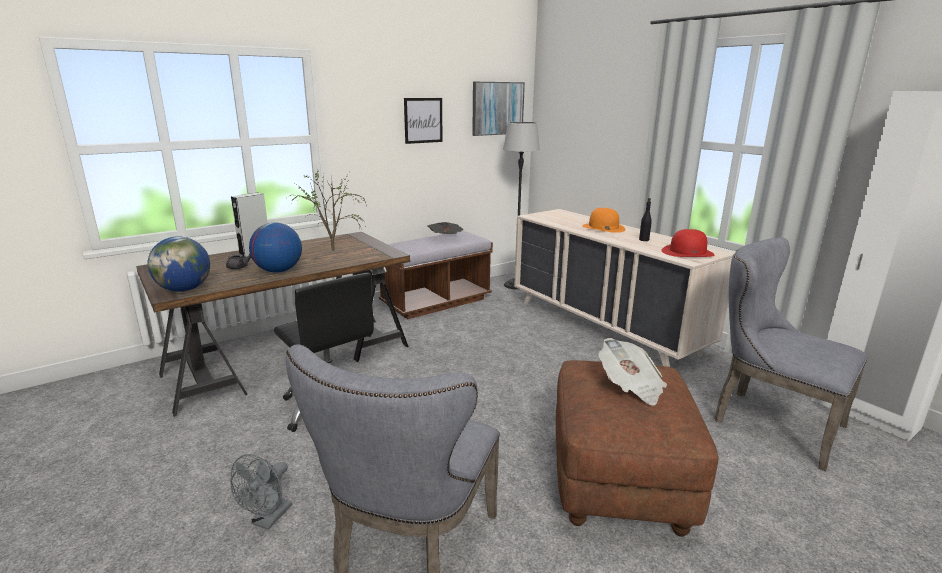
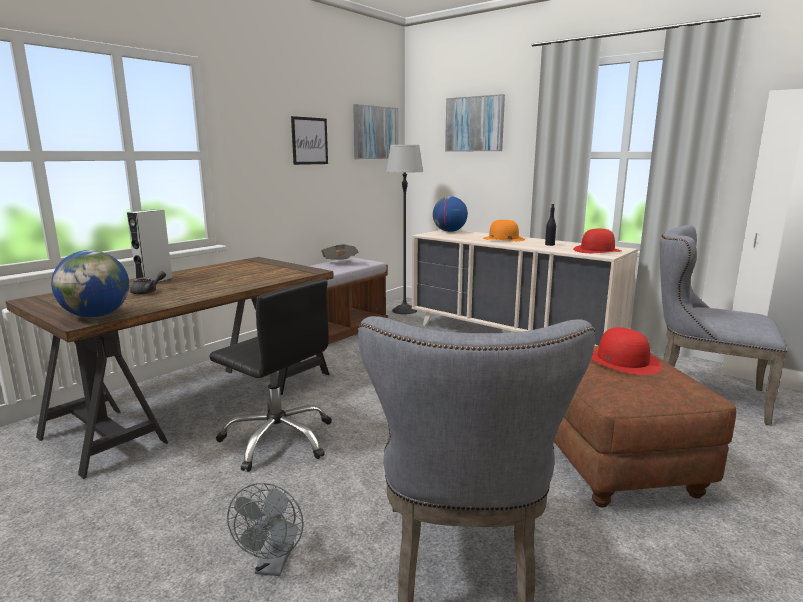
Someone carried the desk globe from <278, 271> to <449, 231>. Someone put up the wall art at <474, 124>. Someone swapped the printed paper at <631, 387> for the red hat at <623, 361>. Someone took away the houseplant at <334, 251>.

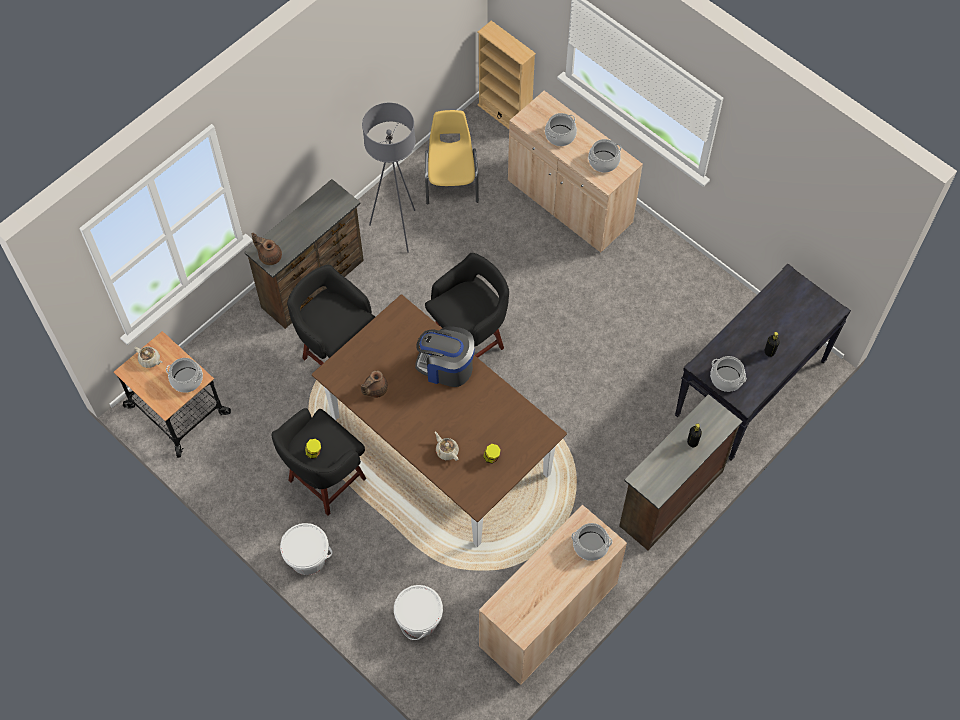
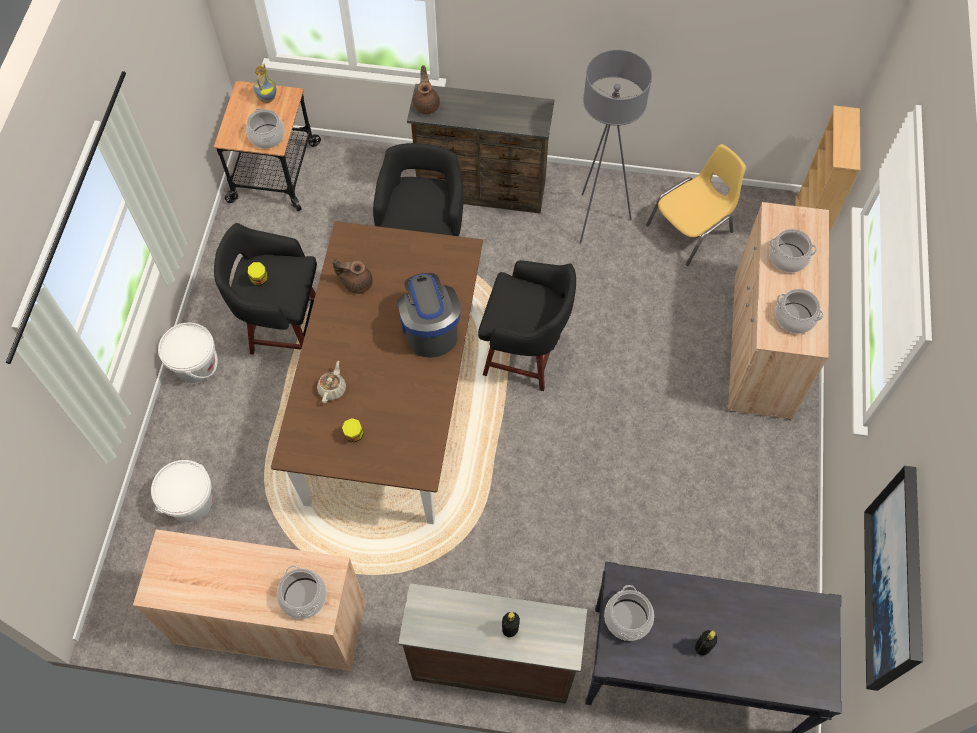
Someone swapped the sand-coloured teapot at <150, 360> for the decorative vase at <267, 98>. Someone put up the wall art at <896, 580>.

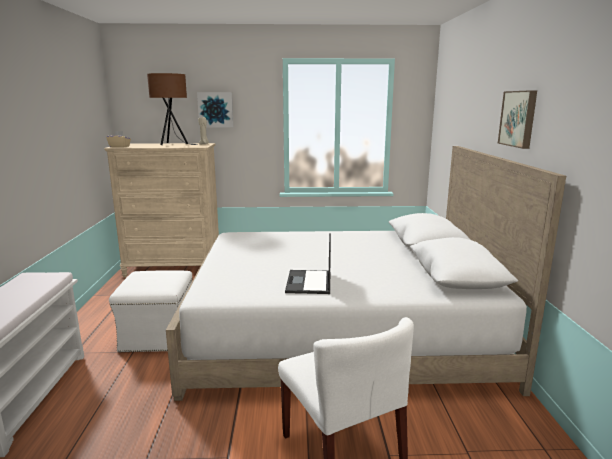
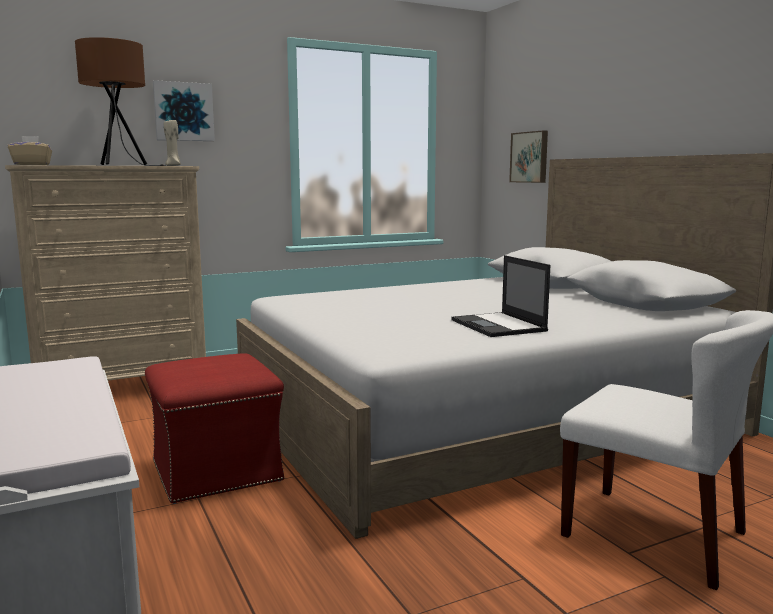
Someone repainted the white ottoman at <158, 336>, which became the red ottoman at <217, 471>. Someone carried the wall art from <519, 118> to <530, 157>.

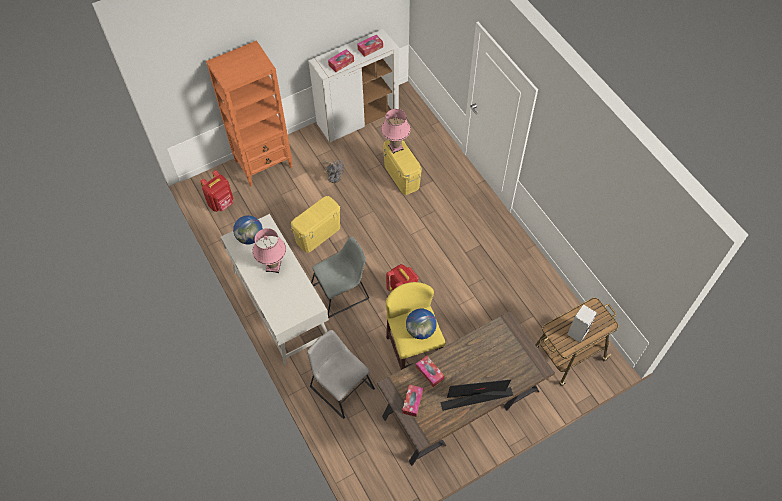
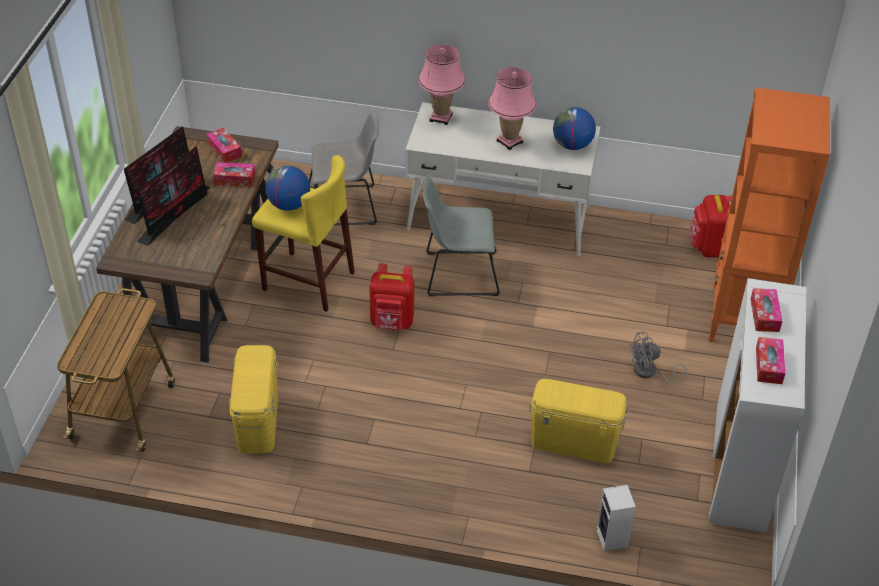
Someone put down the monitor at <175, 213>. Someone carried the yellow-coloured storage container from <318, 234> to <257, 421>. Someone carried the pink-coloured table lamp from <396, 147> to <440, 118>. Someone rotated the gray upright chair at <342, 291> by 75 degrees clockwise. Someone carried the speaker from <578, 331> to <613, 539>.

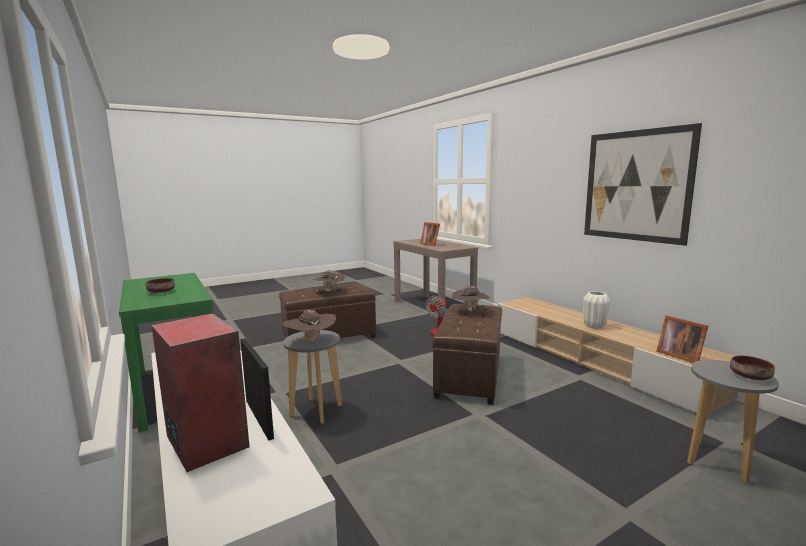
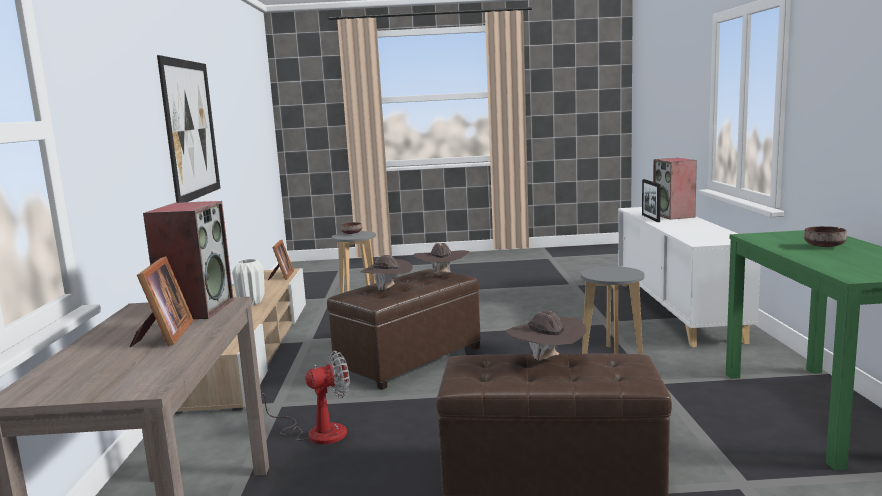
Someone put down the speaker at <196, 309>. Someone carried the brown hat from <311, 341> to <442, 275>.

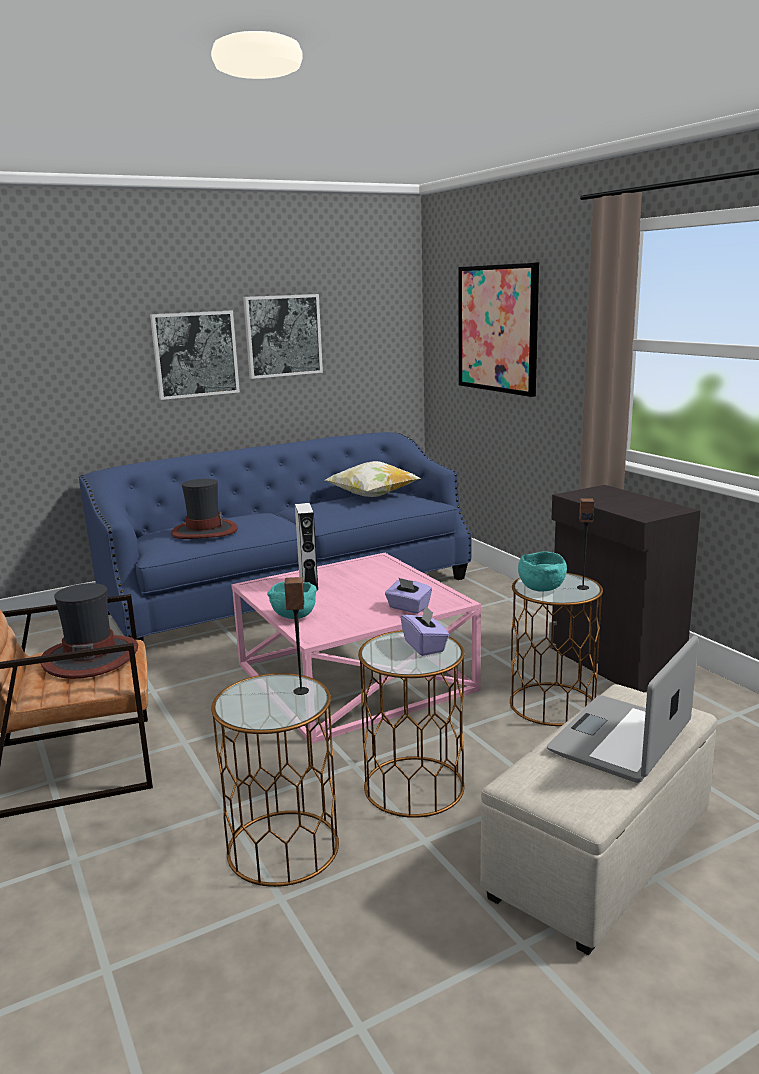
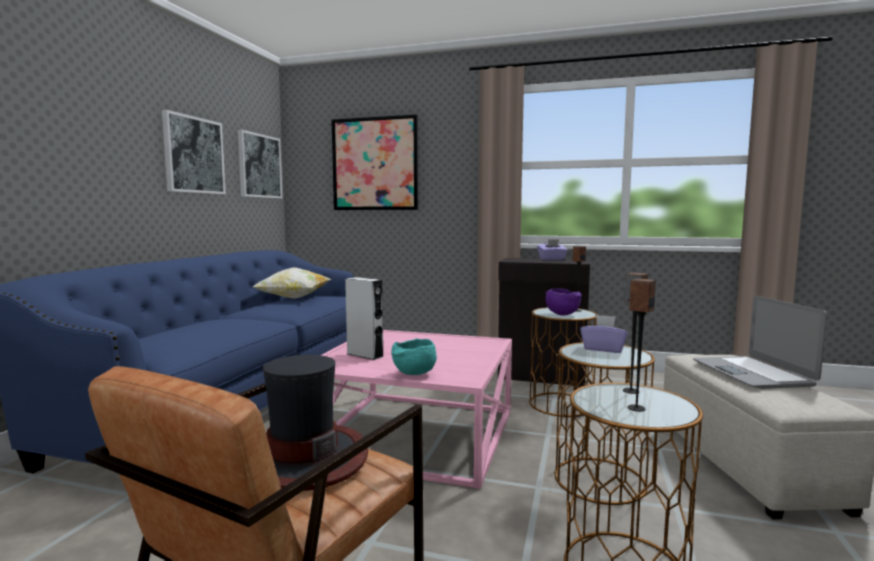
Someone carried the wall art from <195, 354> to <259, 166>. Someone carried the purplish tissue box from <408, 608> to <552, 259>. Someone repainted the turquoise deep dish at <541, 588>, which became the purplish deep dish at <561, 314>. Someone put down the speaker at <636, 408>. Someone took away the hat at <204, 531>.

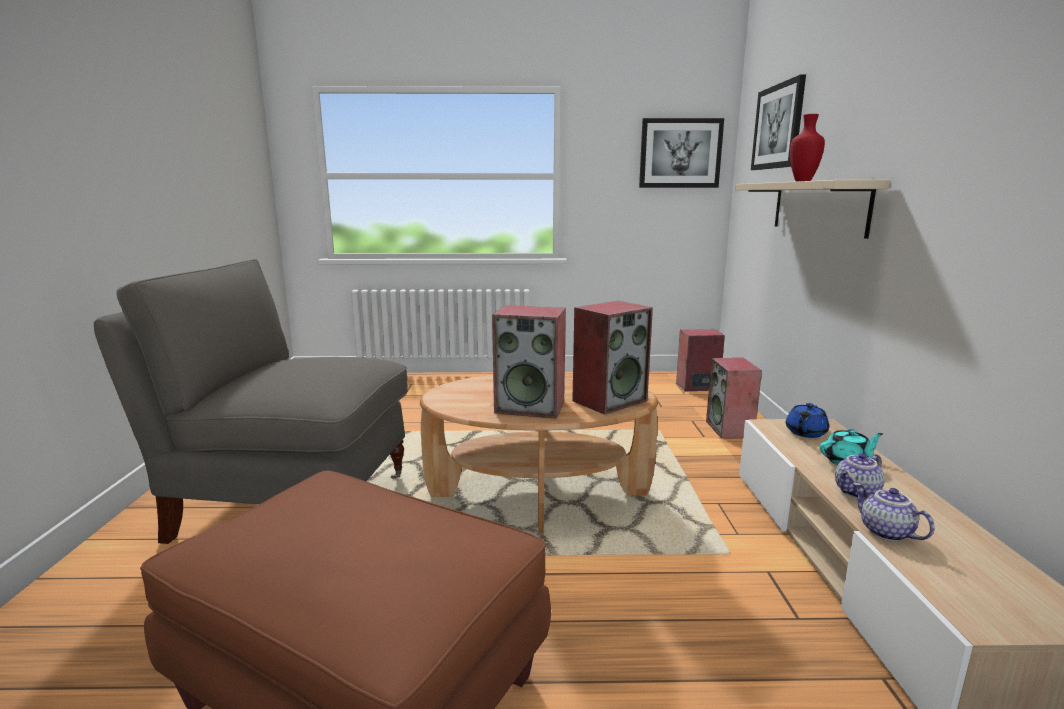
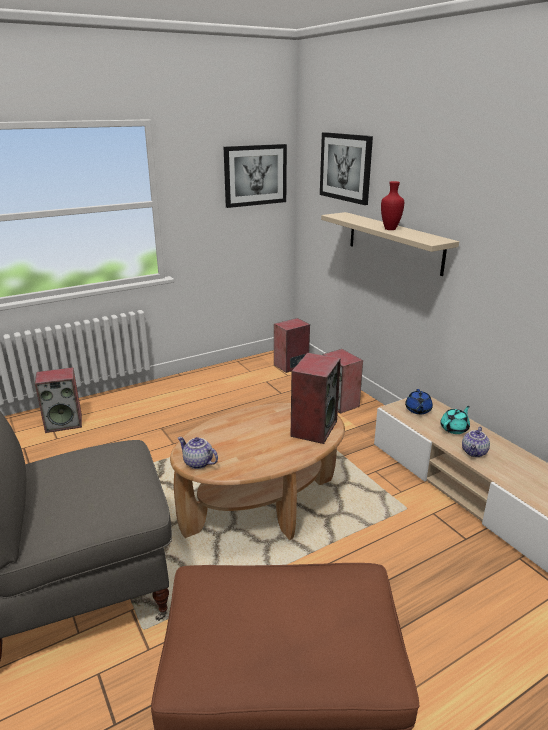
Someone carried the speaker from <531, 407> to <64, 423>. Someone carried the teapot from <884, 532> to <197, 463>.

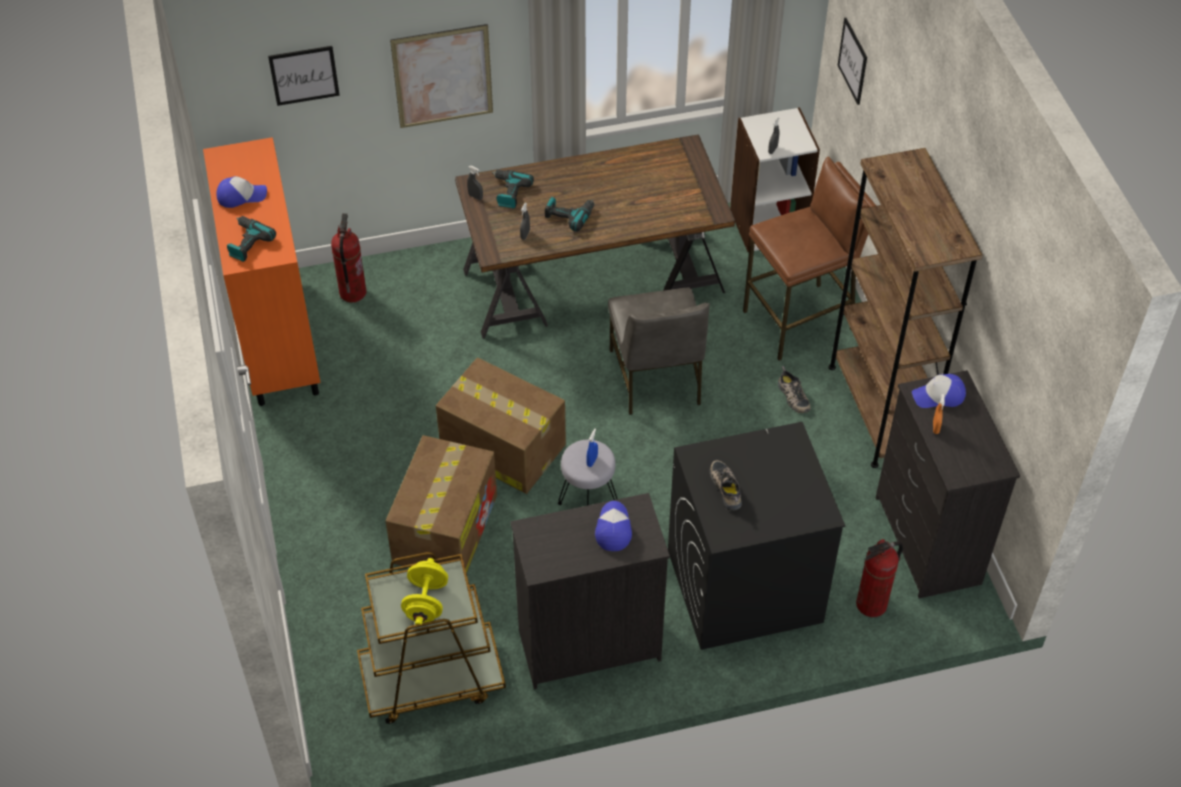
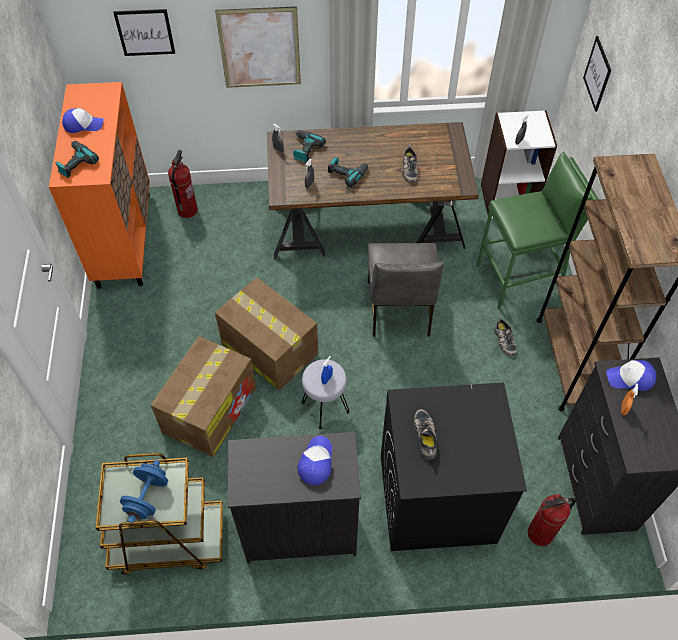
Someone repainted the yellow-coloured free weight at <426, 602>, which became the blue-coloured free weight at <147, 497>. Someone put down the shoe at <409, 169>. Someone repainted the brown sitting stool at <799, 321>, which became the greenish sitting stool at <519, 279>.

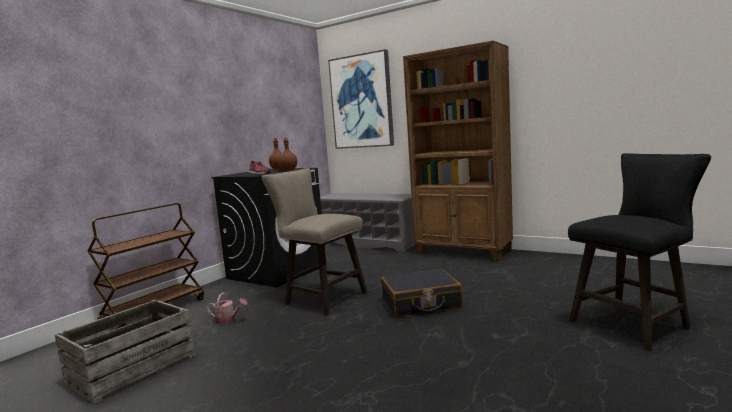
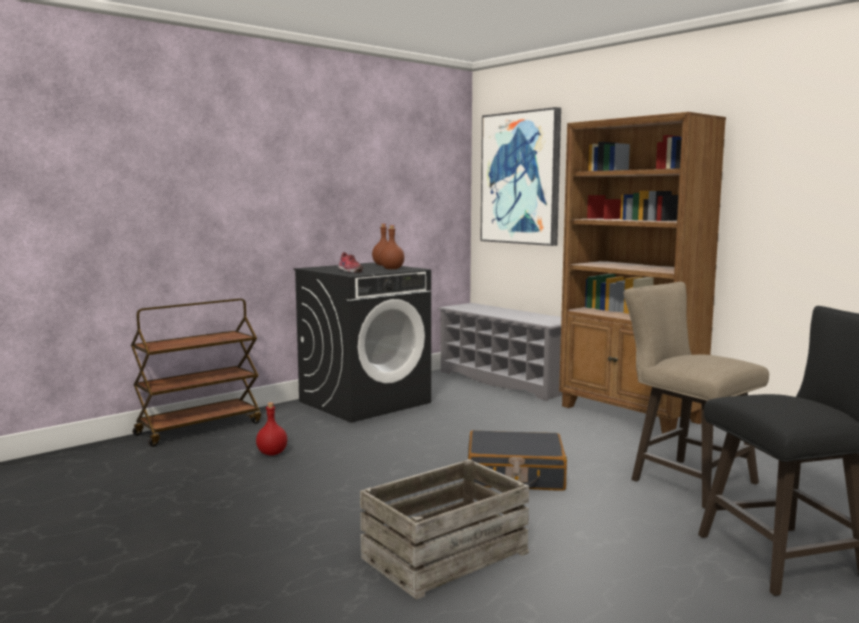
Someone swapped the watering pot at <228, 320> for the red beverage bottle at <272, 453>. Someone carried the crate from <132, 368> to <444, 554>. Someone carried the sand-coloured sitting stool from <321, 298> to <685, 479>.

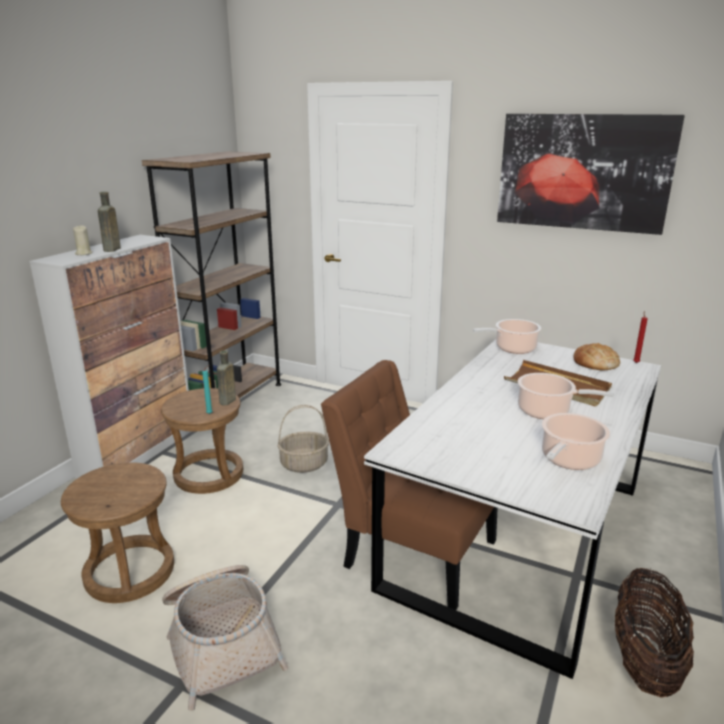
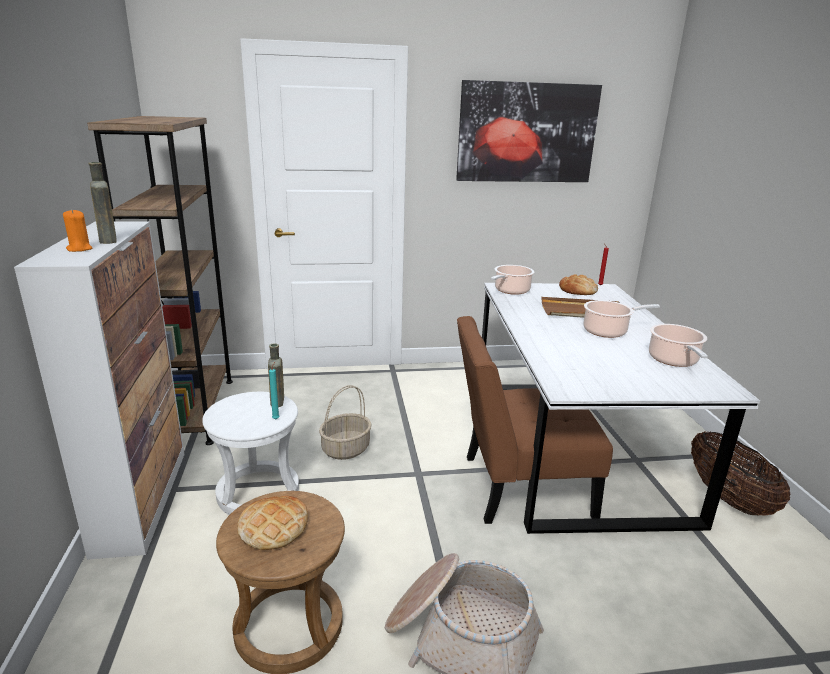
Someone repainted the sand-coloured wax light at <83, 253>, which became the orange wax light at <79, 249>. Someone repainted the brown sitting stool at <208, 474>, which became the white sitting stool at <257, 493>. Someone put down the baked bread at <273, 527>.

